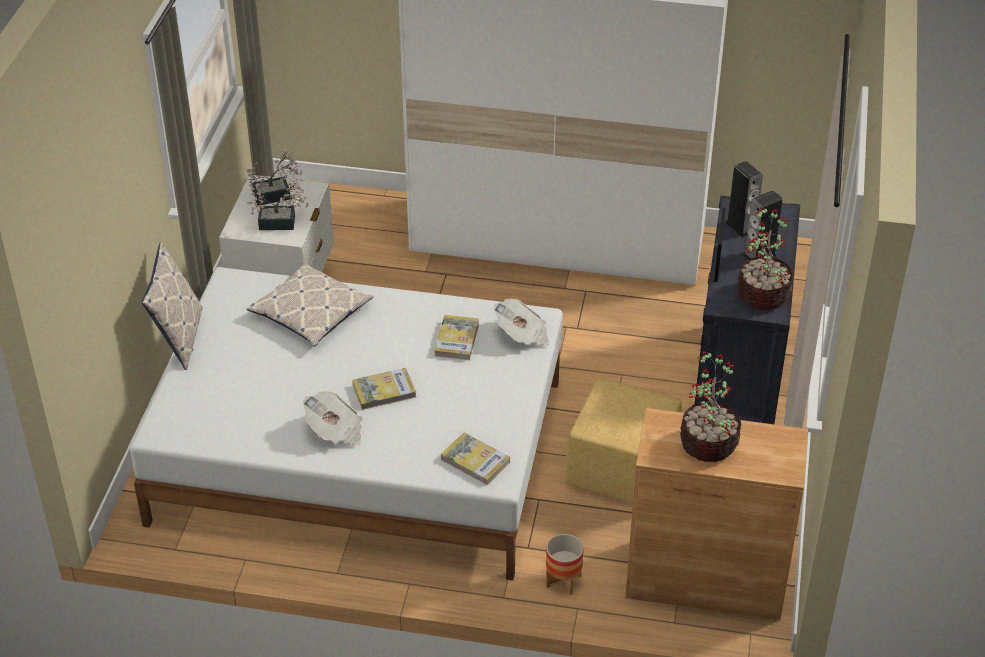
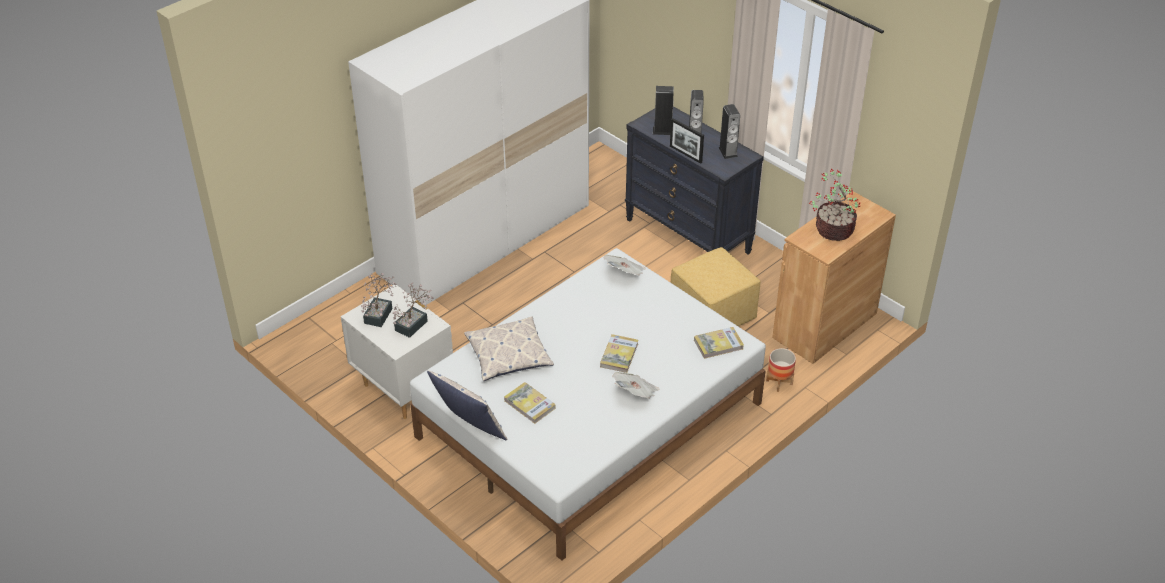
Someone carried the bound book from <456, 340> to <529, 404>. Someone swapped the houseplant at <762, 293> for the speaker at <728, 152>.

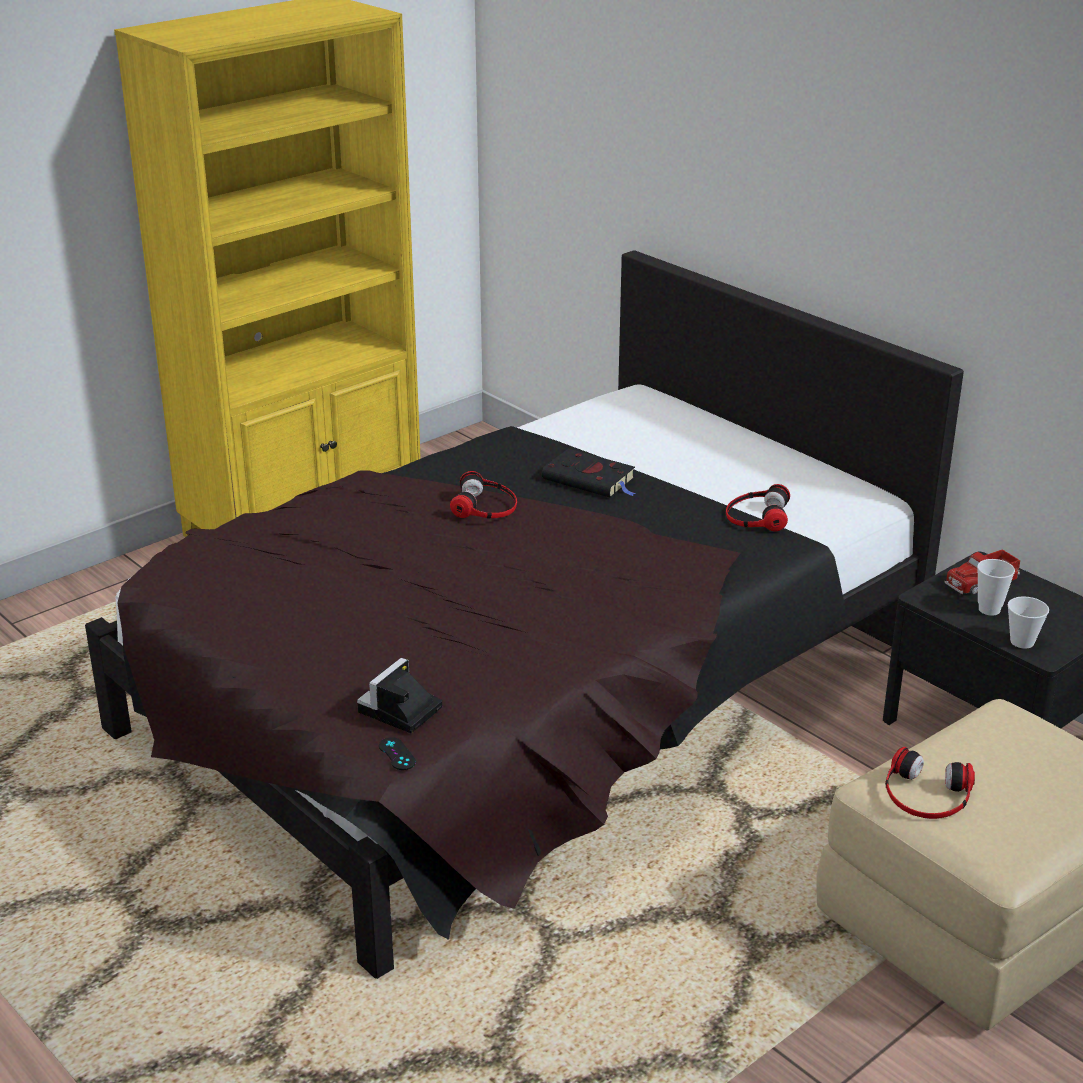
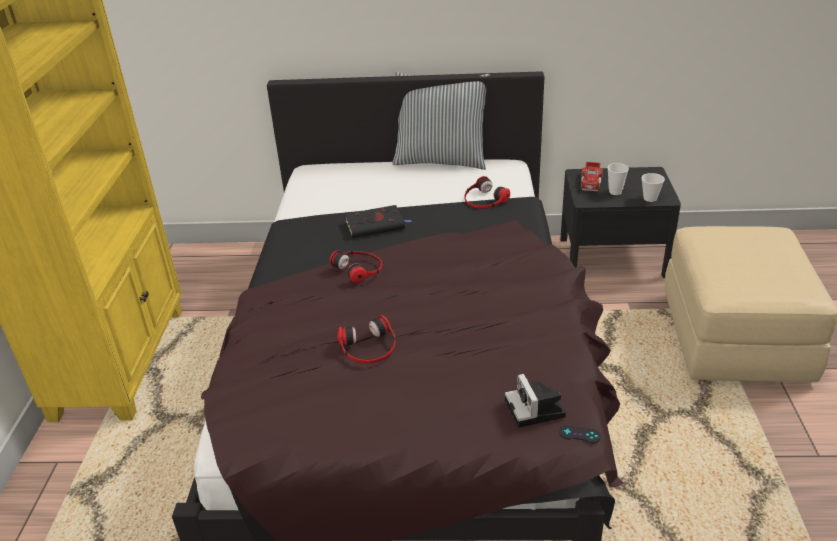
Someone carried the headset from <926, 794> to <369, 347>. Someone put down the pillow at <441, 160>.

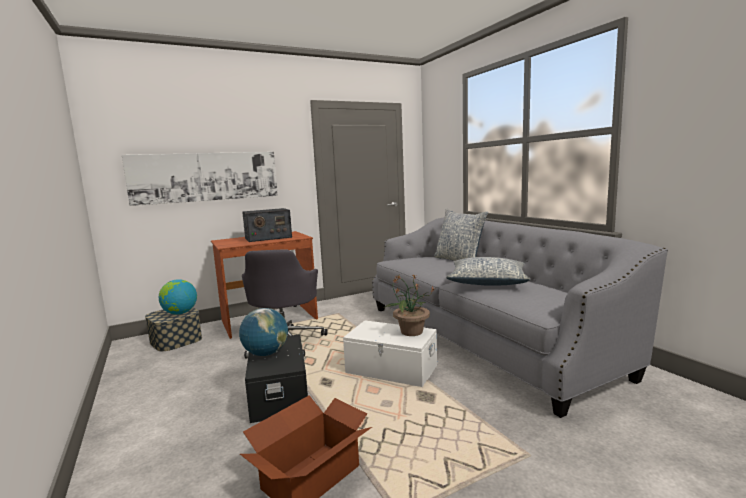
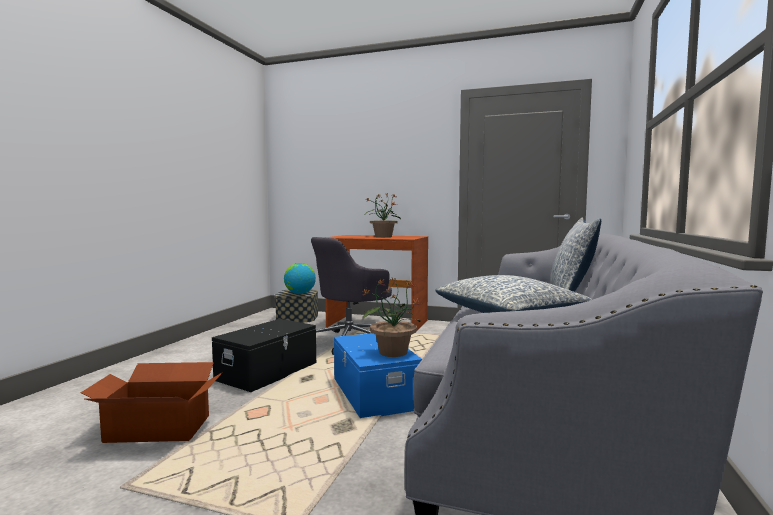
Someone repainted the white storage container at <391, 370>, which became the blue-coloured storage container at <373, 393>. Someone swapped the radio receiver at <268, 238> for the houseplant at <383, 236>. Someone took away the wall art at <206, 177>. Someone took away the desk globe at <266, 354>.

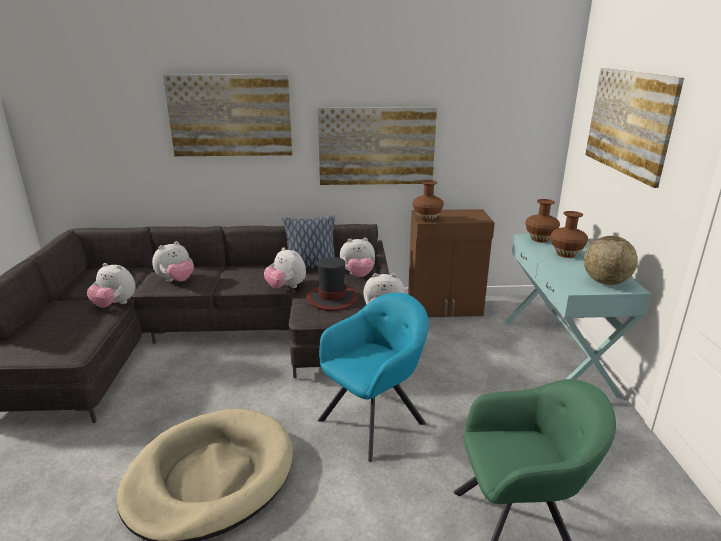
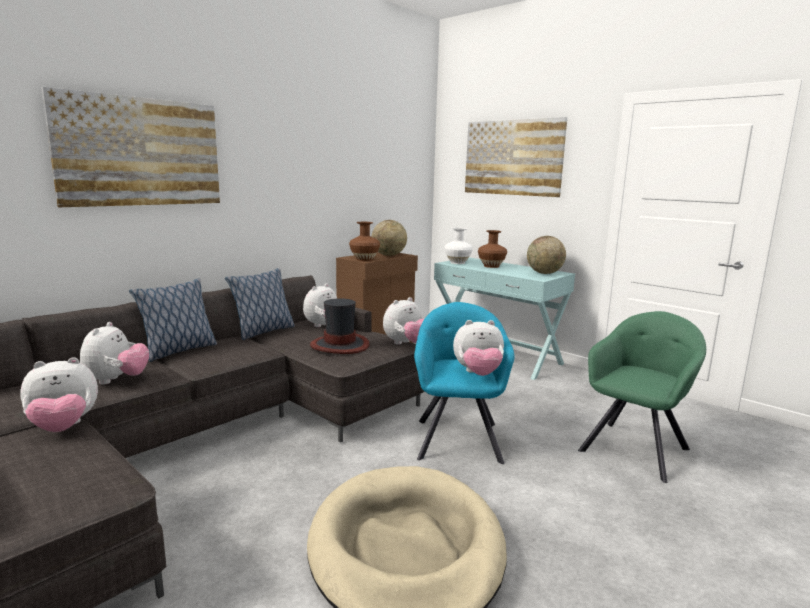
Someone put down the pillow at <178, 351>. Someone put down the desk globe at <389, 255>. Someone repainted the brown decorative vase at <540, 239>, which became the white decorative vase at <458, 262>. Someone carried the cuddly toy from <286, 287> to <478, 374>. Someone took away the wall art at <376, 146>.

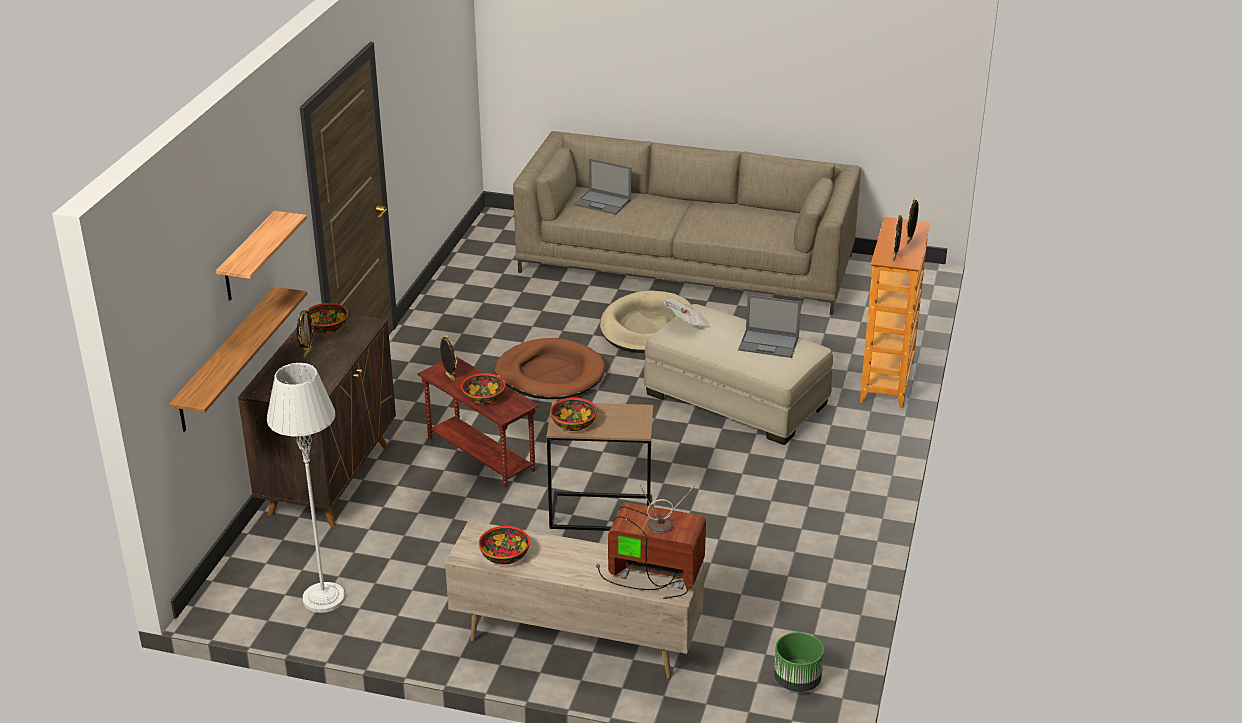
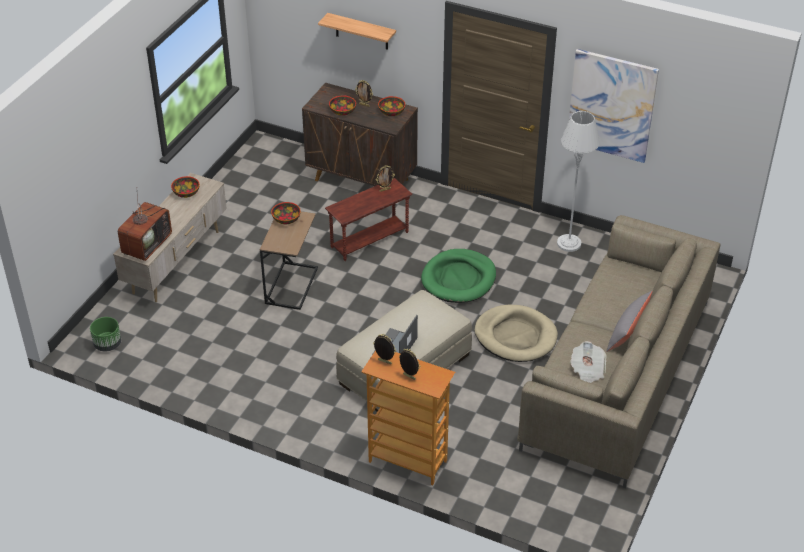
Someone carried the deep dish from <483, 398> to <342, 111>. Someone repainted the brown pet bed at <550, 374>, which became the greenish pet bed at <459, 279>. Someone carried the gray floor lamp from <324, 599> to <568, 243>. Someone put up the wall art at <611, 105>. Someone carried the printed paper from <687, 324> to <587, 370>. Someone put down the gray pillow at <627, 332>. Someone took away the wall shelf at <227, 359>. Someone took away the laptop at <603, 202>.

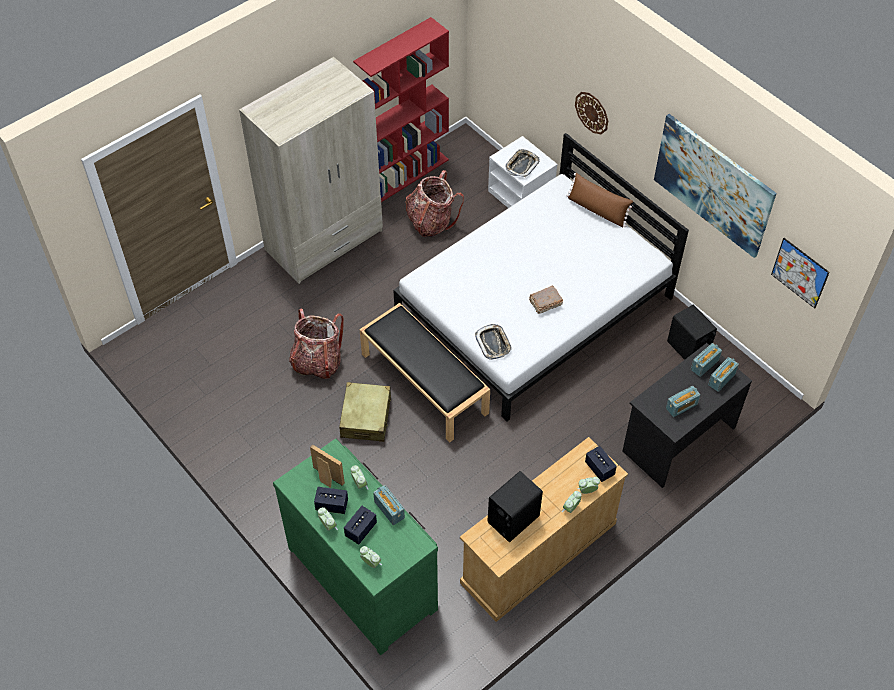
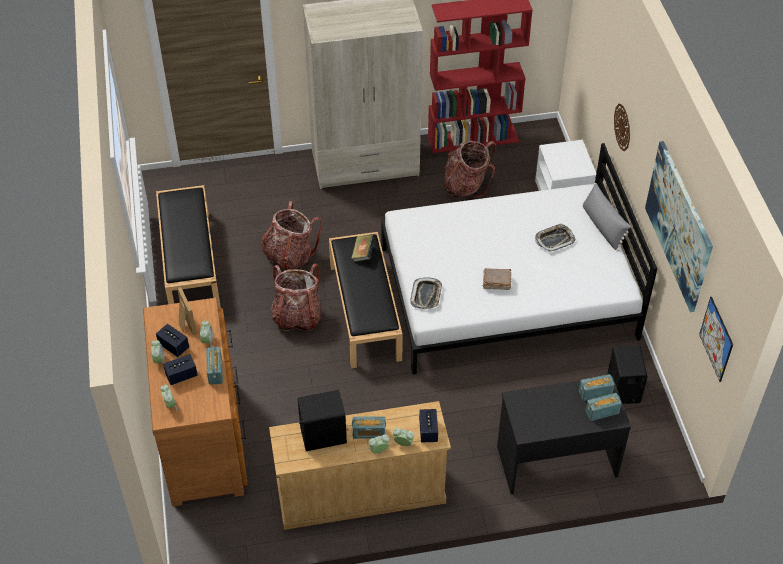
Someone repainted the greenish chest of drawers at <364, 576>, which became the brown chest of drawers at <204, 439>. Someone put down the black-coloured long seat at <189, 261>. Someone swapped the sand-coloured piece of luggage at <366, 417> for the rucksack at <297, 316>. Someone put down the bound book at <363, 254>. Someone carried the radio receiver from <681, 406> to <369, 433>. Someone carried the tray from <522, 165> to <554, 240>. Someone repainted the brown pillow at <597, 210>, which became the gray pillow at <603, 226>.

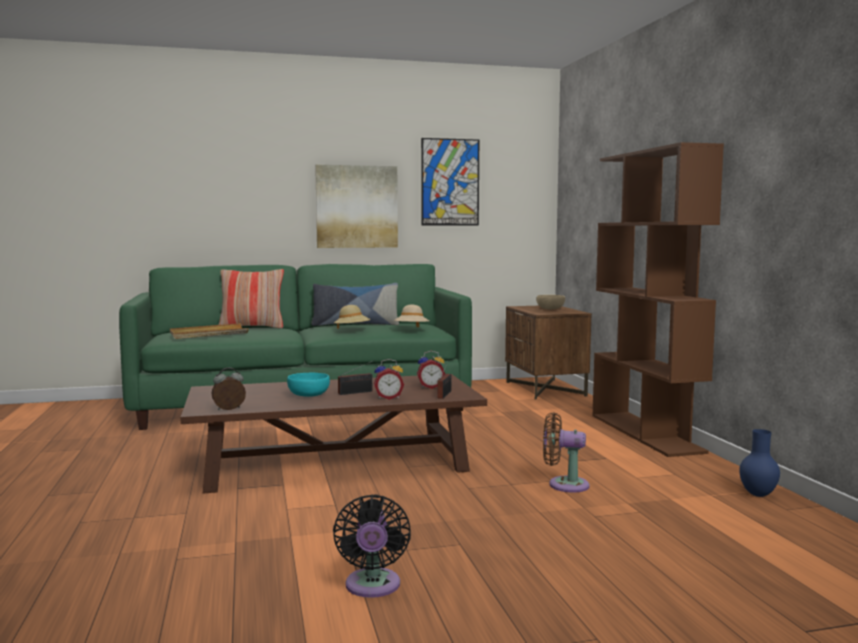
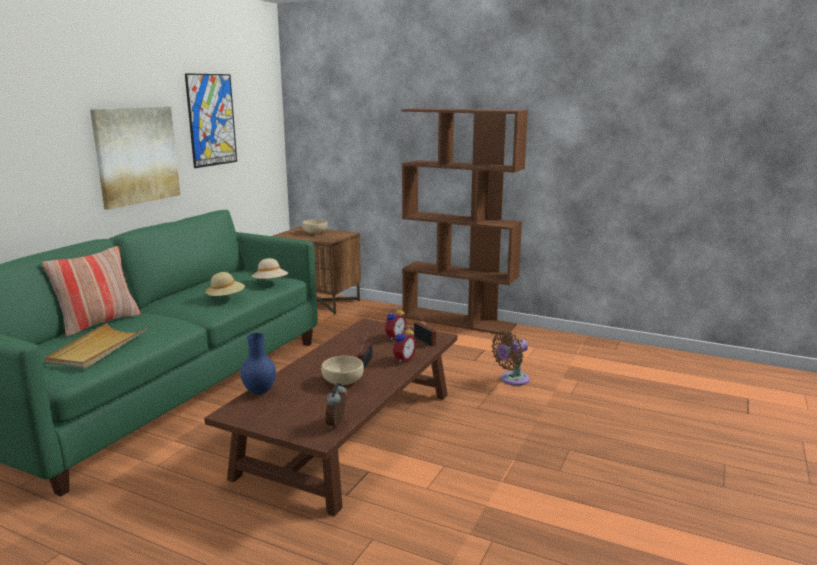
Someone carried the blue-coloured decorative vase from <759, 495> to <260, 392>. Someone repainted the turquoise deep dish at <308, 395>, which became the sand-coloured deep dish at <343, 381>. Someone took away the pillow at <355, 324>. Someone took away the black-coloured electric fan at <372, 587>.

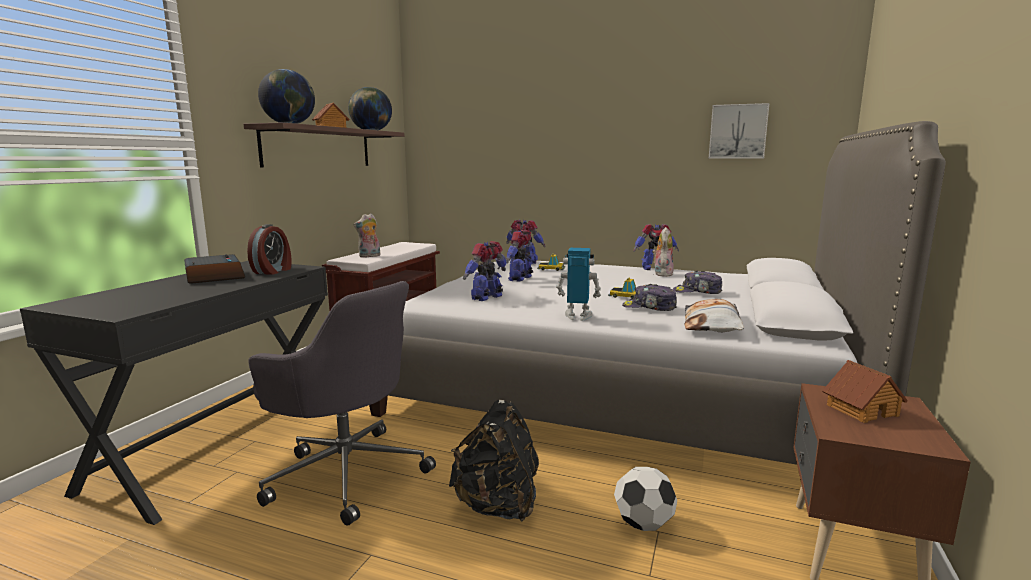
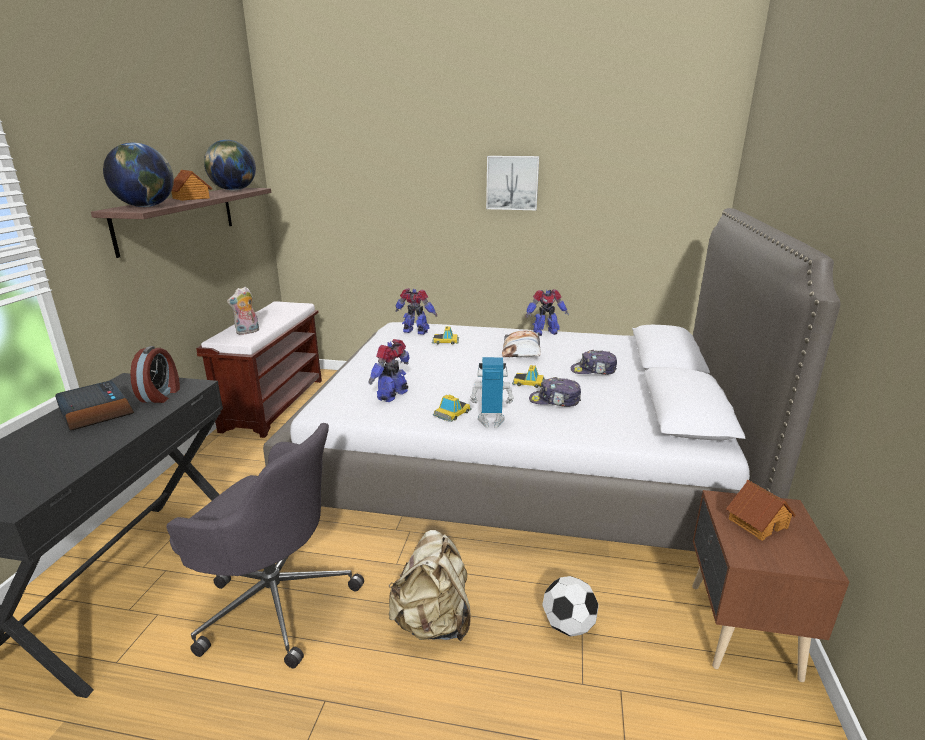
Someone repainted the black-coloured rucksack at <497, 505>, which became the sand-coloured rucksack at <433, 622>. Someone put down the model car at <452, 413>. Someone carried the wall art from <738, 131> to <512, 182>. Someone carried the pillow from <712, 324> to <522, 350>. Someone took away the toy robot at <521, 279>. Someone took away the cuddly toy at <662, 274>.

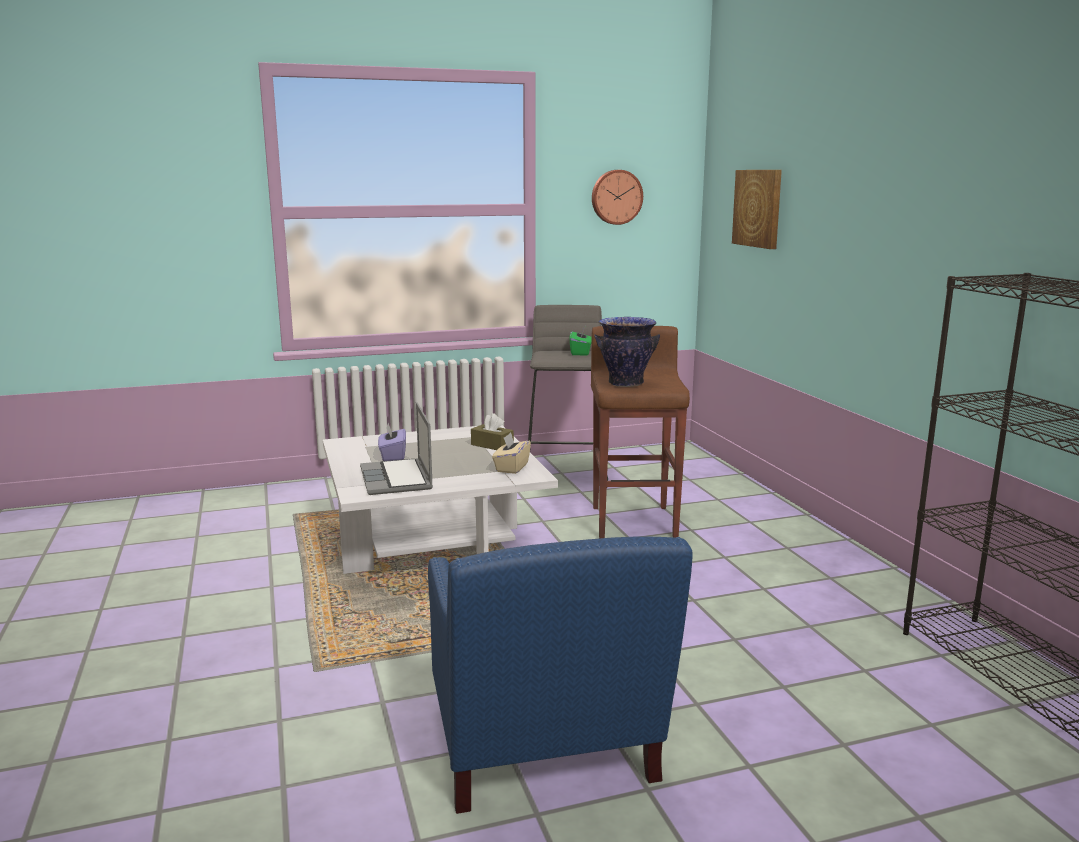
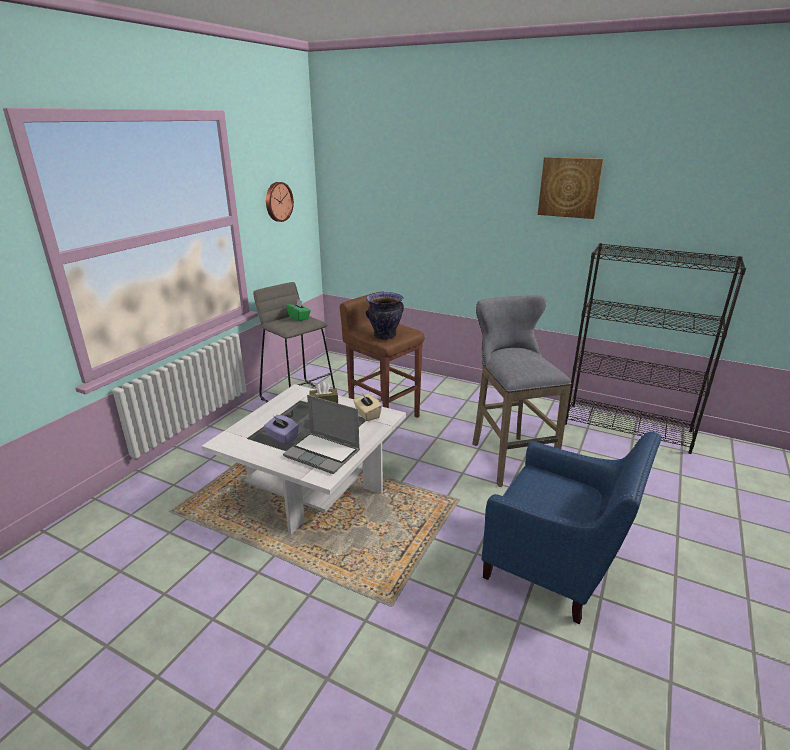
Someone put down the gray sitting stool at <508, 457>. Someone carried the wall art from <758, 208> to <569, 187>.

